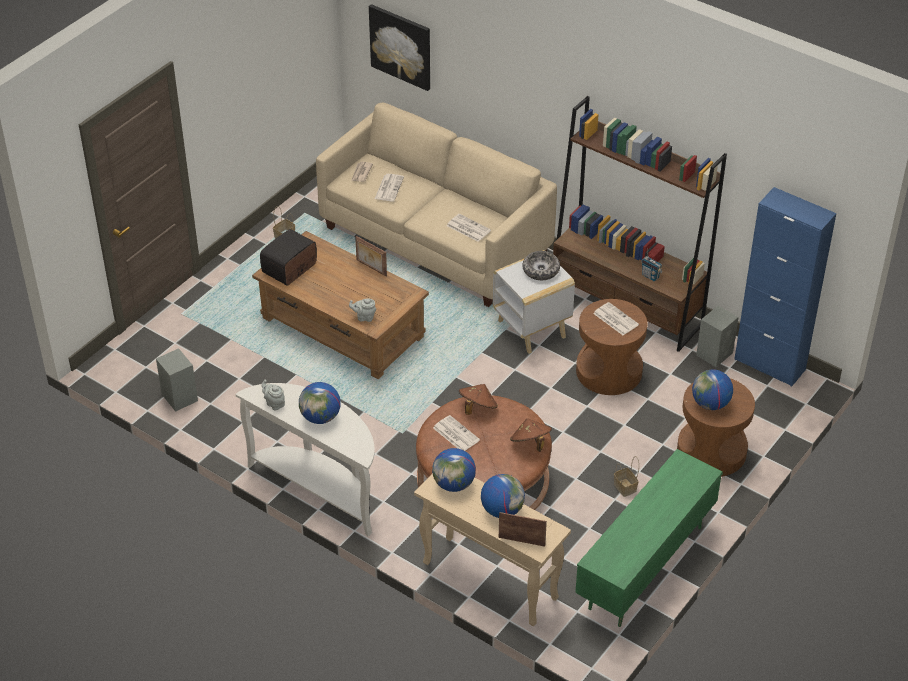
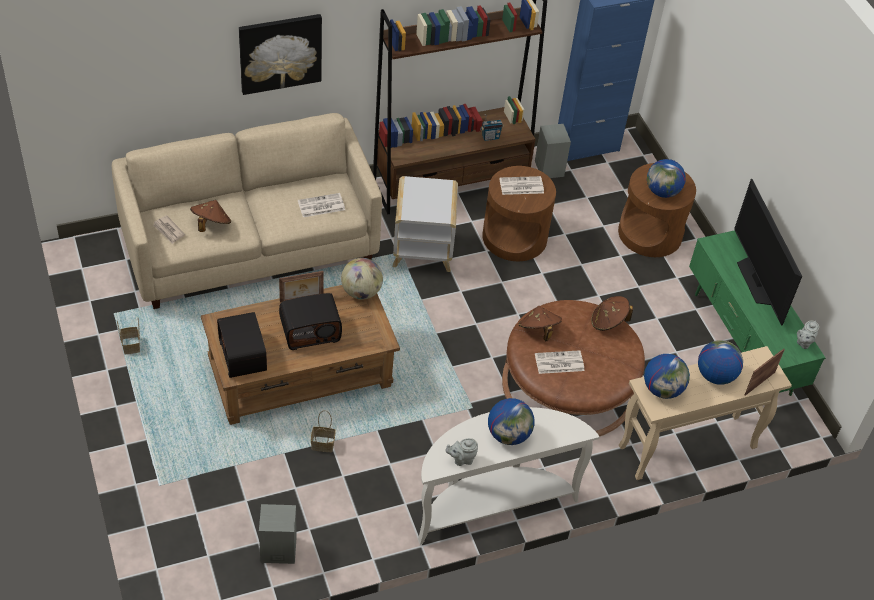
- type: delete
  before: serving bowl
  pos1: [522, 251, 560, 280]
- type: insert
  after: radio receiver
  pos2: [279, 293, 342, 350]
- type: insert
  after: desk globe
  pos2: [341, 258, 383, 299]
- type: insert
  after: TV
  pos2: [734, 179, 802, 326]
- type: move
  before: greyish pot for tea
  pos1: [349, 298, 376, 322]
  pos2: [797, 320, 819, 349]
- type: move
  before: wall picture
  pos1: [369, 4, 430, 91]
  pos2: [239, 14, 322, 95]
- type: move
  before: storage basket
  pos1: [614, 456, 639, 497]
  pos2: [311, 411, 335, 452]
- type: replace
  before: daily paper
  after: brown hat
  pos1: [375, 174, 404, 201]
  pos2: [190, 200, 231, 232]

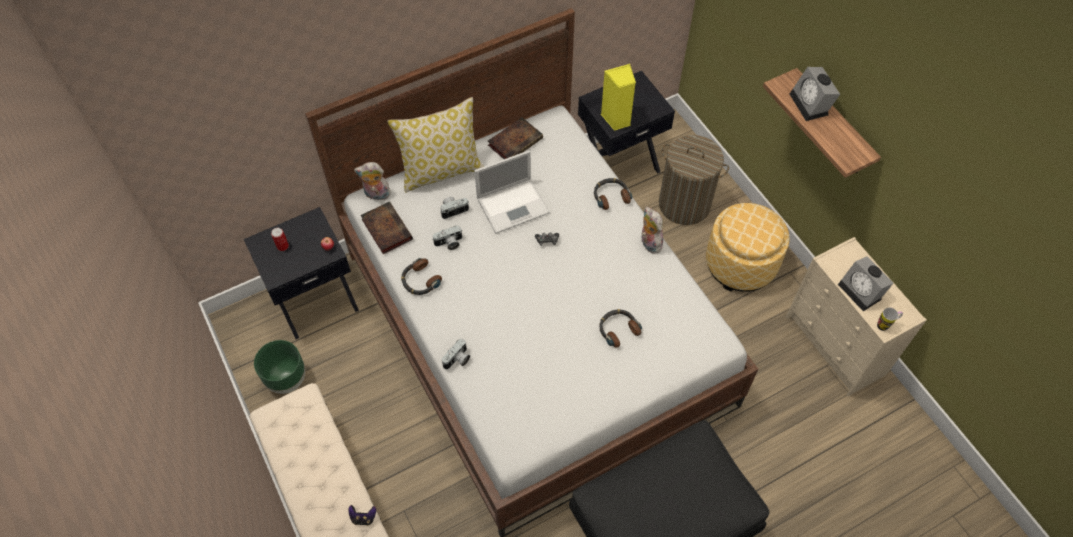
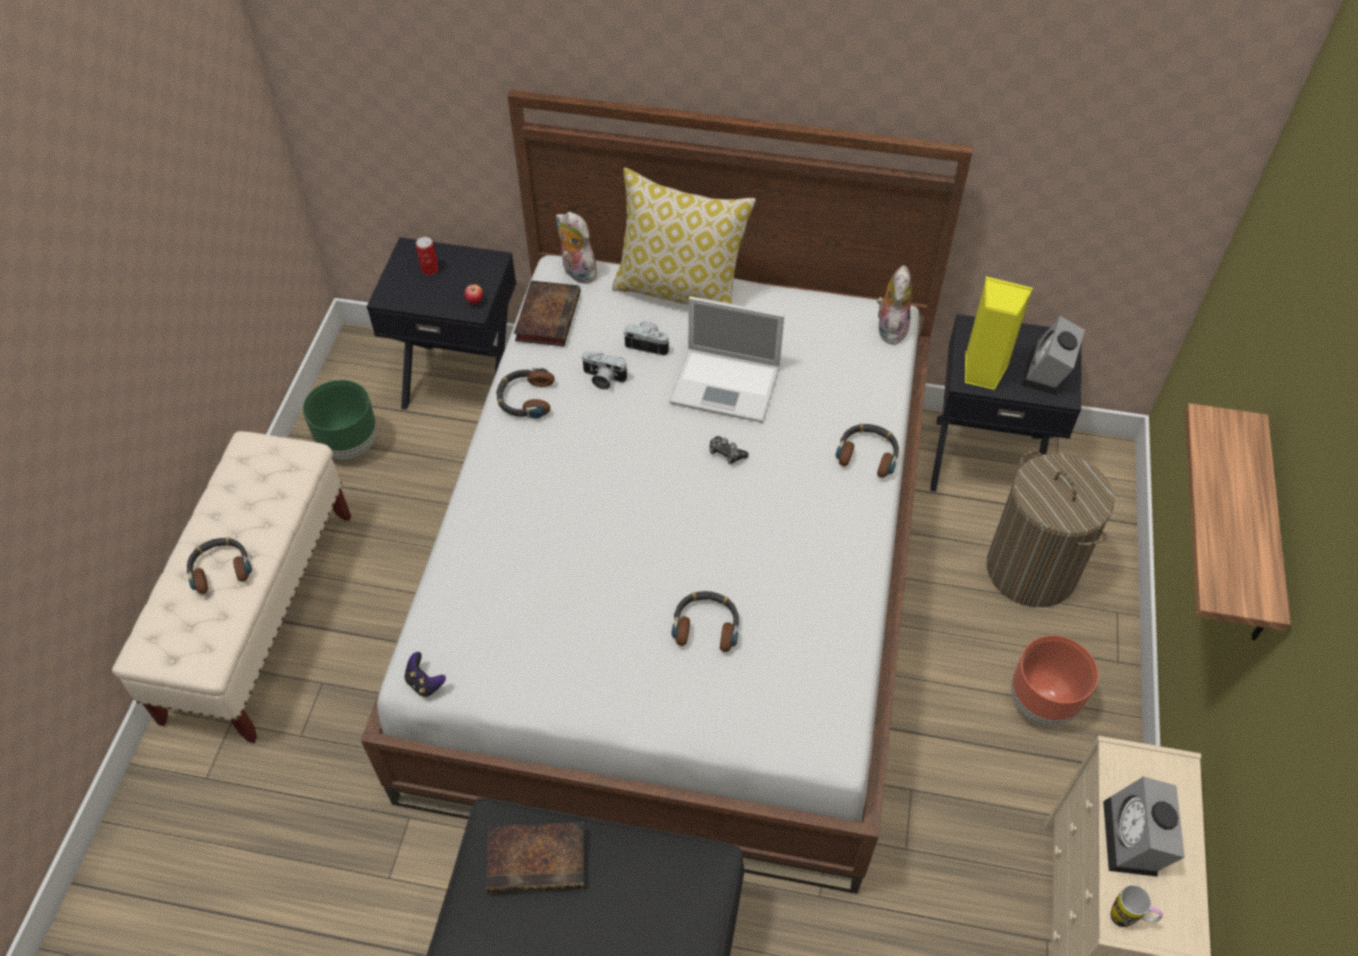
- type: delete
  before: still camera
  pos1: [442, 339, 470, 369]
- type: insert
  after: headphones
  pos2: [187, 537, 252, 594]
- type: move
  before: joypad
  pos1: [348, 505, 376, 526]
  pos2: [405, 652, 446, 697]
- type: move
  before: volume
  pos1: [488, 117, 543, 159]
  pos2: [486, 822, 584, 893]
- type: move
  before: soft toy
  pos1: [642, 207, 663, 253]
  pos2: [877, 265, 912, 345]
- type: move
  before: table clock
  pos1: [790, 67, 840, 121]
  pos2: [1021, 316, 1085, 396]
- type: replace
  before: footrest
  after: brown flower pot
  pos1: [706, 203, 790, 292]
  pos2: [1011, 635, 1098, 726]

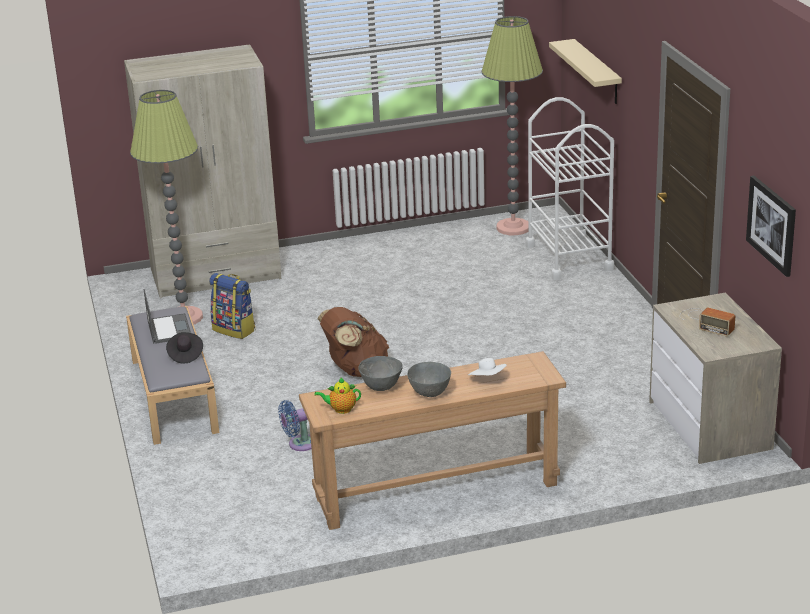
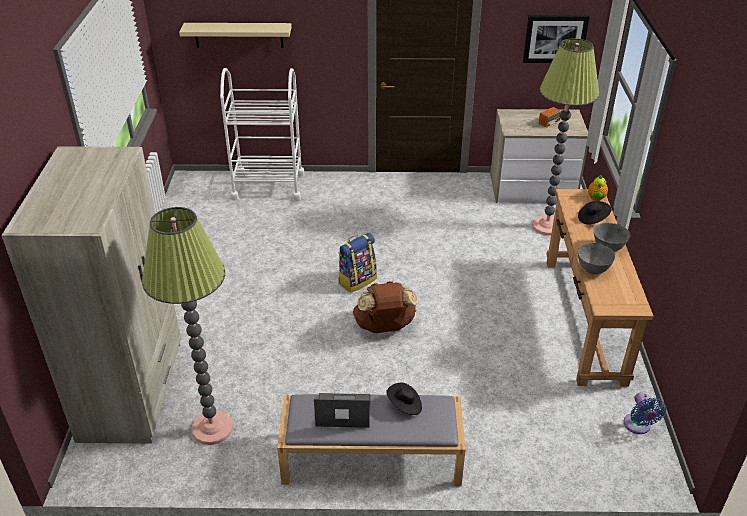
- type: move
  before: knapsack
  pos1: [209, 273, 255, 339]
  pos2: [338, 233, 376, 293]
- type: move
  before: blue-coloured electric fan
  pos1: [278, 400, 312, 451]
  pos2: [624, 392, 667, 434]
- type: move
  before: pot for tea
  pos1: [315, 377, 361, 414]
  pos2: [588, 175, 608, 201]
- type: move
  before: floor lamp
  pos1: [482, 16, 543, 235]
  pos2: [532, 38, 599, 236]
- type: recolor
  before: whitish hat
  after: black-coloured hat
  pos1: [468, 358, 507, 375]
  pos2: [578, 201, 612, 224]

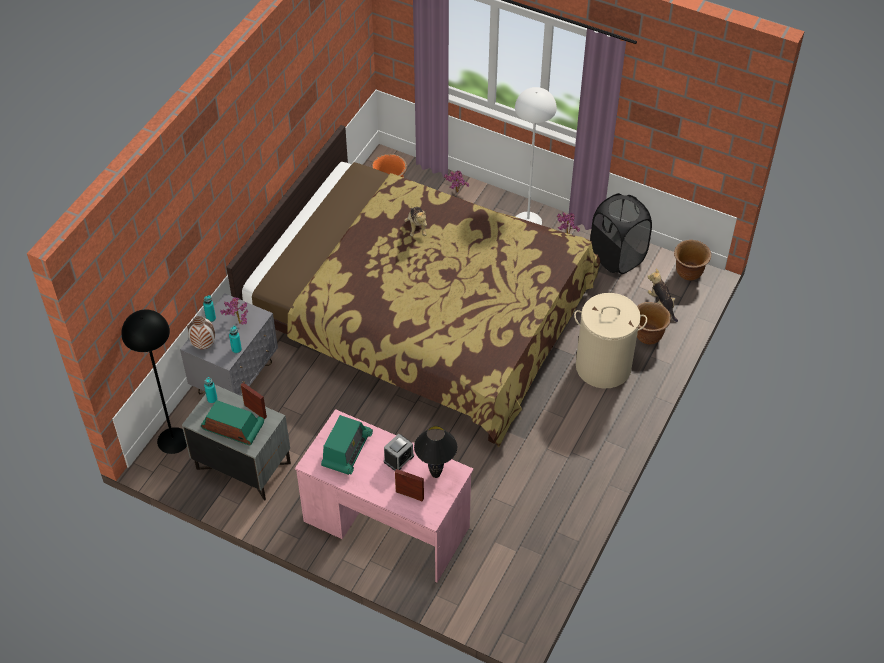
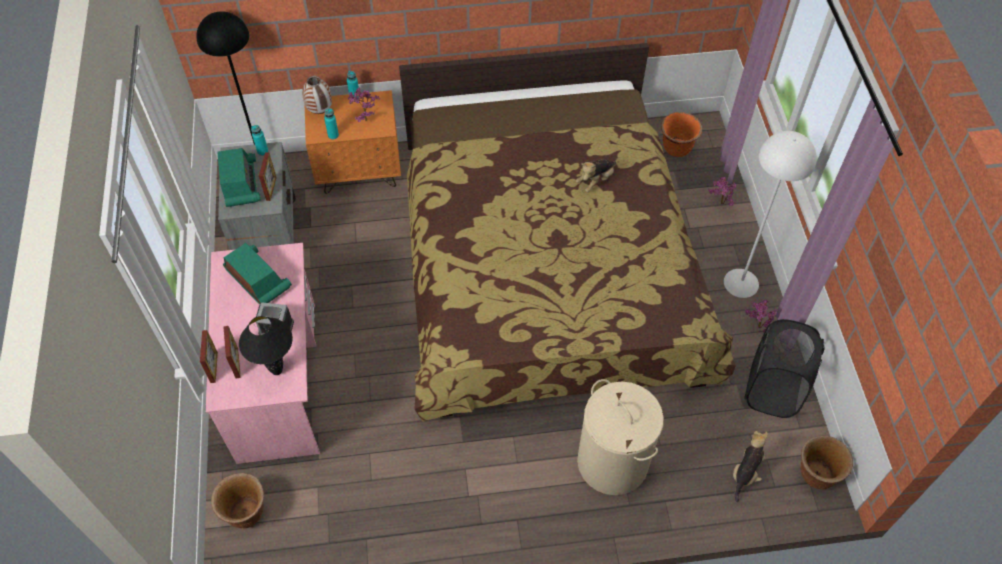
- type: insert
  after: picture frame
  pos2: [200, 330, 218, 383]
- type: move
  before: brown flower pot
  pos1: [637, 302, 671, 345]
  pos2: [211, 473, 264, 529]
- type: recolor
  before: greyish night table
  after: orange night table
  pos1: [180, 293, 278, 396]
  pos2: [305, 90, 401, 194]
- type: rotate
  before: radio receiver
  pos1: [321, 415, 373, 475]
  pos2: [223, 243, 292, 305]
  turn: -120

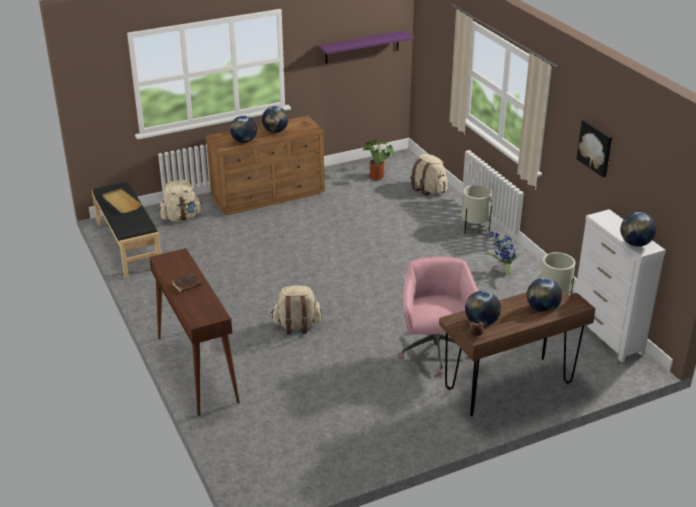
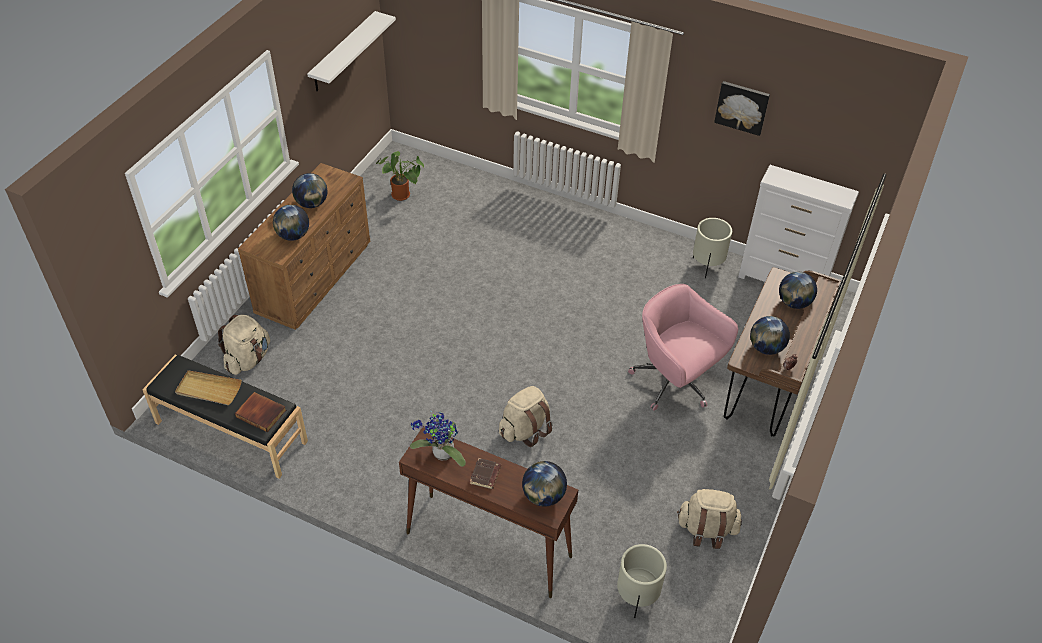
- type: insert
  after: volume
  pos2: [235, 392, 286, 432]
- type: move
  before: beige knapsack
  pos1: [411, 154, 448, 195]
  pos2: [677, 489, 742, 549]
- type: move
  before: beige flower pot
  pos1: [462, 185, 492, 234]
  pos2: [617, 544, 667, 618]
- type: move
  before: potted plant
  pos1: [484, 232, 520, 275]
  pos2: [410, 411, 466, 467]
- type: move
  before: desk globe
  pos1: [621, 212, 656, 247]
  pos2: [522, 461, 567, 507]
- type: recolor
  before: purple-coloured wall shelf
  after: whitish wall shelf
  pos1: [318, 30, 414, 64]
  pos2: [307, 11, 396, 91]

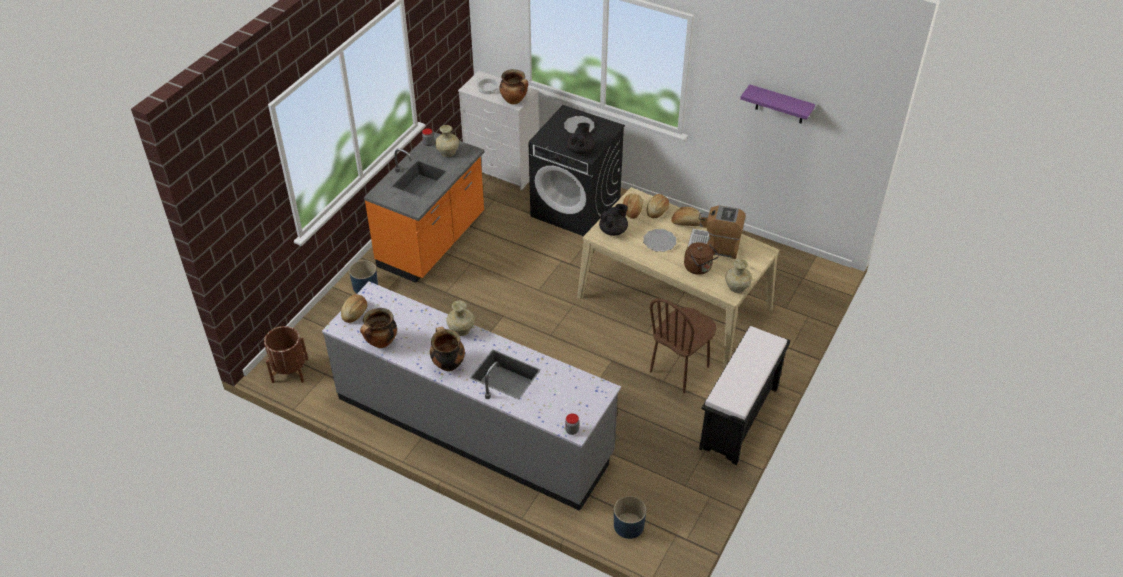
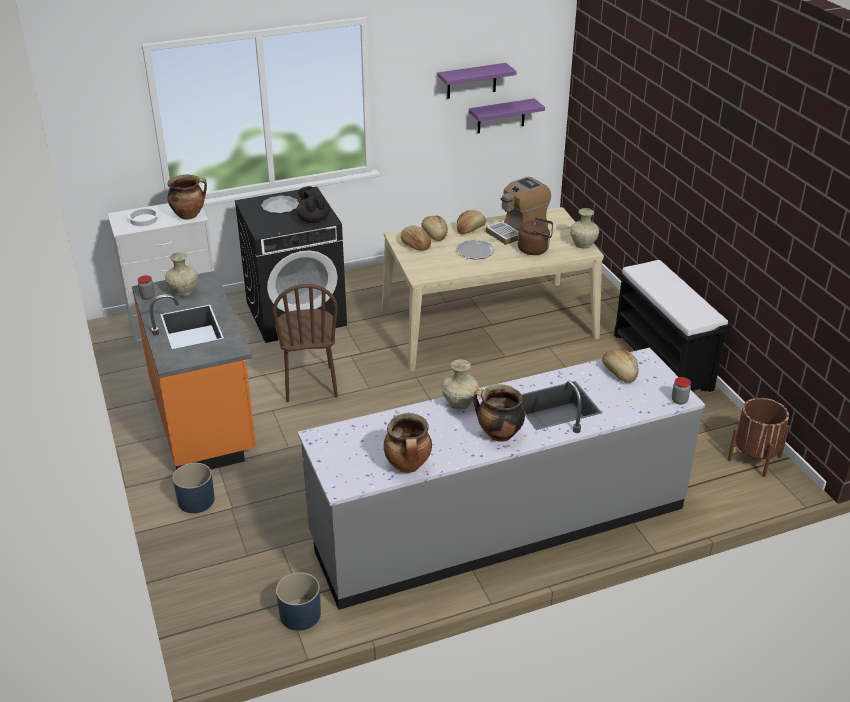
- type: delete
  before: black-coloured pot for tea
  pos1: [599, 204, 628, 236]
- type: insert
  after: purple-coloured wall shelf
  pos2: [469, 98, 545, 133]
- type: move
  before: brown flower pot
  pos1: [264, 326, 308, 383]
  pos2: [727, 398, 790, 477]
- type: move
  before: baked bread
  pos1: [341, 294, 367, 323]
  pos2: [602, 349, 639, 383]
- type: move
  before: blue-coloured flower pot
  pos1: [614, 496, 646, 539]
  pos2: [276, 572, 321, 631]
- type: move
  before: brown upright chair
  pos1: [650, 298, 716, 393]
  pos2: [273, 284, 338, 402]

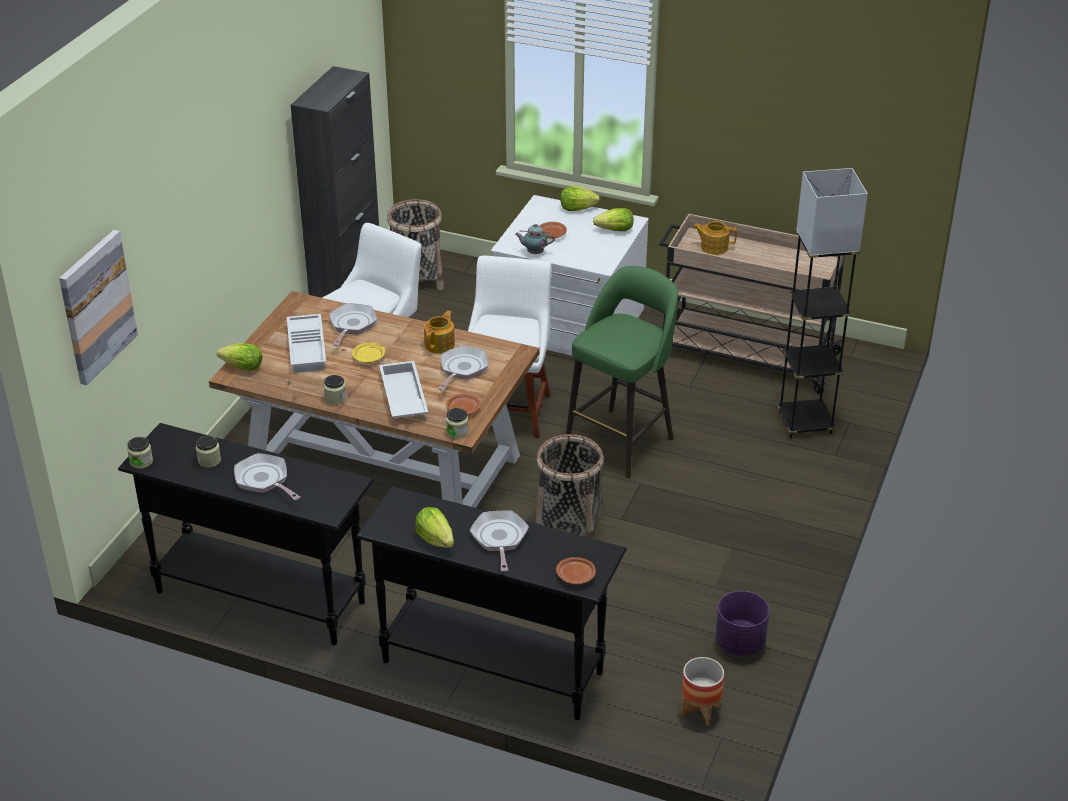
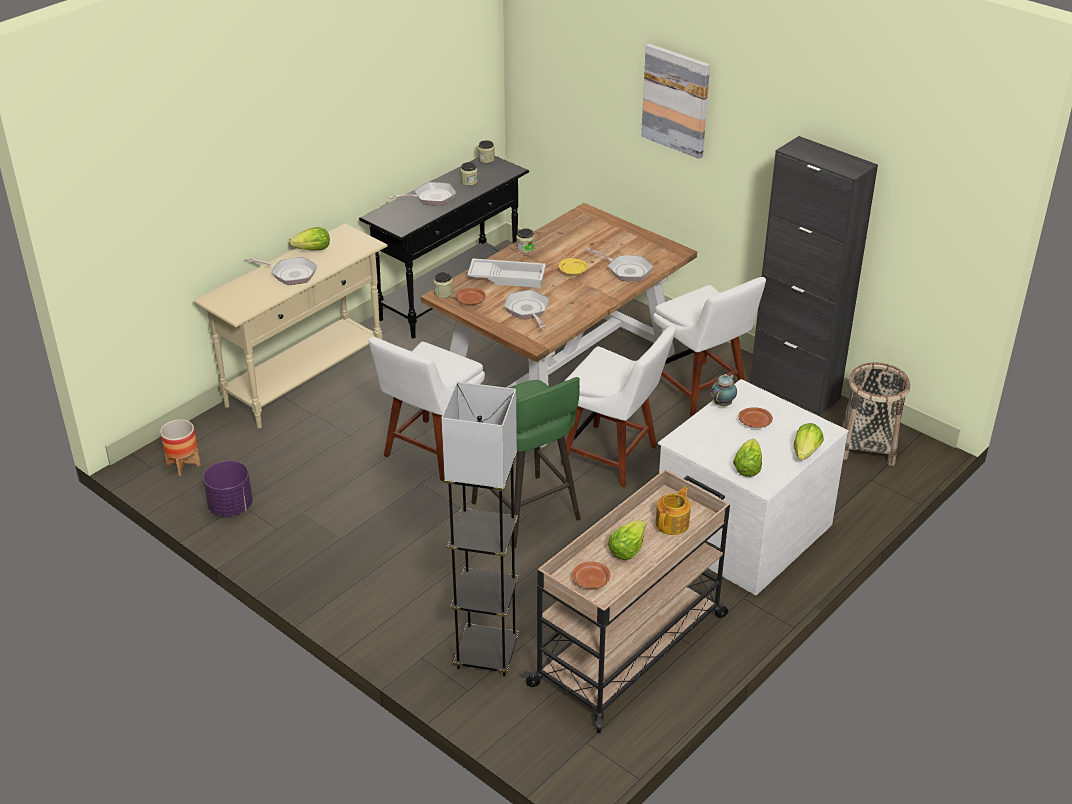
- type: delete
  before: whitish serving tray
  pos1: [287, 314, 326, 373]
- type: delete
  before: pot for tea
  pos1: [424, 311, 455, 353]
- type: move
  before: wall picture
  pos1: [59, 230, 138, 385]
  pos2: [641, 44, 710, 159]
- type: move
  before: head of lettuce
  pos1: [217, 343, 262, 371]
  pos2: [608, 520, 646, 560]
- type: move
  before: brown flat dish
  pos1: [556, 557, 596, 584]
  pos2: [572, 562, 610, 589]
- type: replace
  before: storage basket
  after: whitish upright chair
  pos1: [535, 434, 604, 539]
  pos2: [369, 337, 485, 482]
- type: recolor
  before: black-coloured console table
  after: beige console table
  pos1: [356, 486, 627, 720]
  pos2: [193, 223, 388, 428]
- type: rotate
  before: skillet
  pos1: [438, 345, 488, 391]
  pos2: [504, 290, 549, 329]
  turn: -150

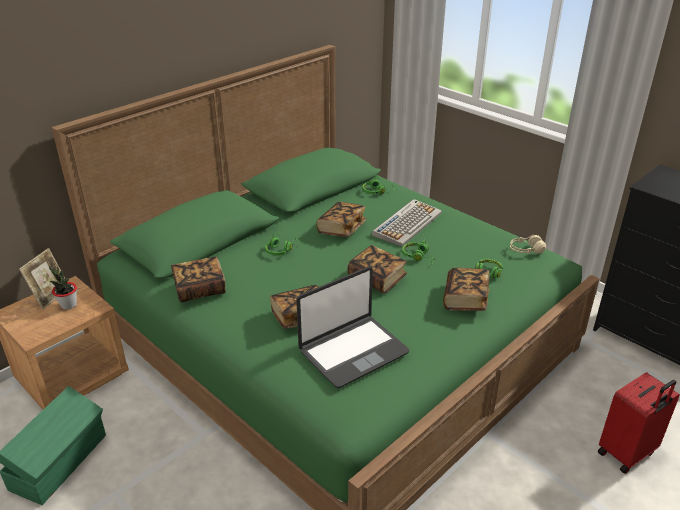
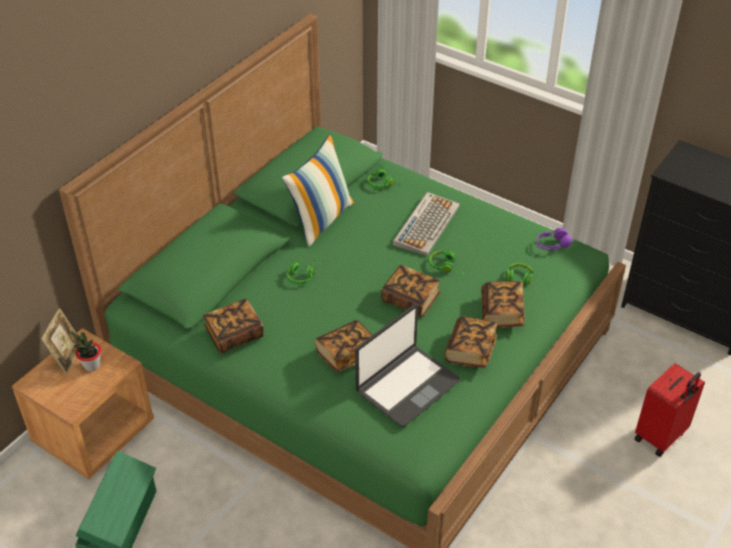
- type: insert
  after: throw pillow
  pos2: [282, 134, 354, 247]
- type: move
  before: volume
  pos1: [316, 202, 366, 237]
  pos2: [445, 316, 497, 368]
- type: recolor
  before: beige headphones
  after: purple-coloured headphones
  pos1: [510, 235, 546, 254]
  pos2: [536, 228, 573, 251]

